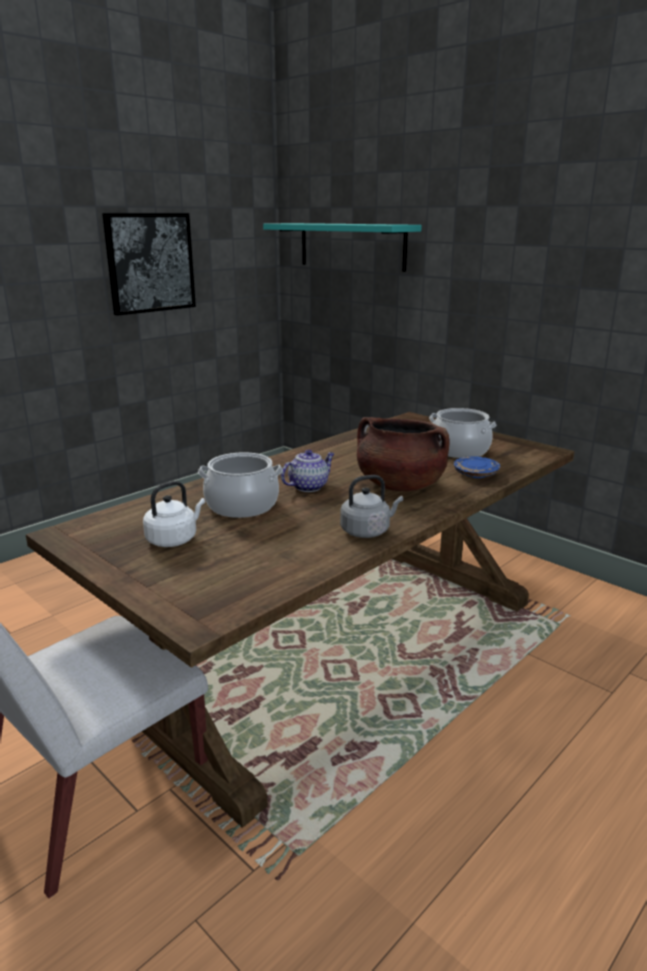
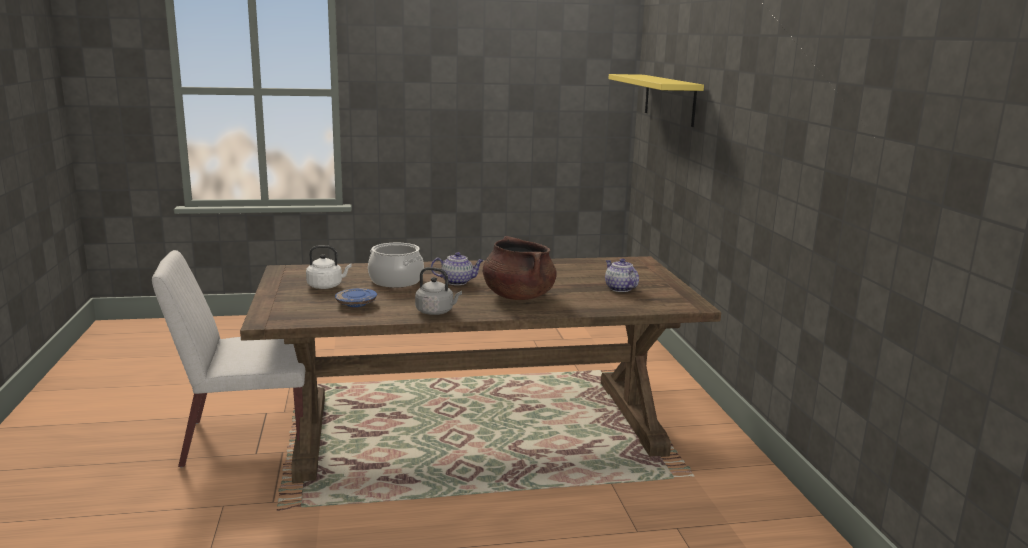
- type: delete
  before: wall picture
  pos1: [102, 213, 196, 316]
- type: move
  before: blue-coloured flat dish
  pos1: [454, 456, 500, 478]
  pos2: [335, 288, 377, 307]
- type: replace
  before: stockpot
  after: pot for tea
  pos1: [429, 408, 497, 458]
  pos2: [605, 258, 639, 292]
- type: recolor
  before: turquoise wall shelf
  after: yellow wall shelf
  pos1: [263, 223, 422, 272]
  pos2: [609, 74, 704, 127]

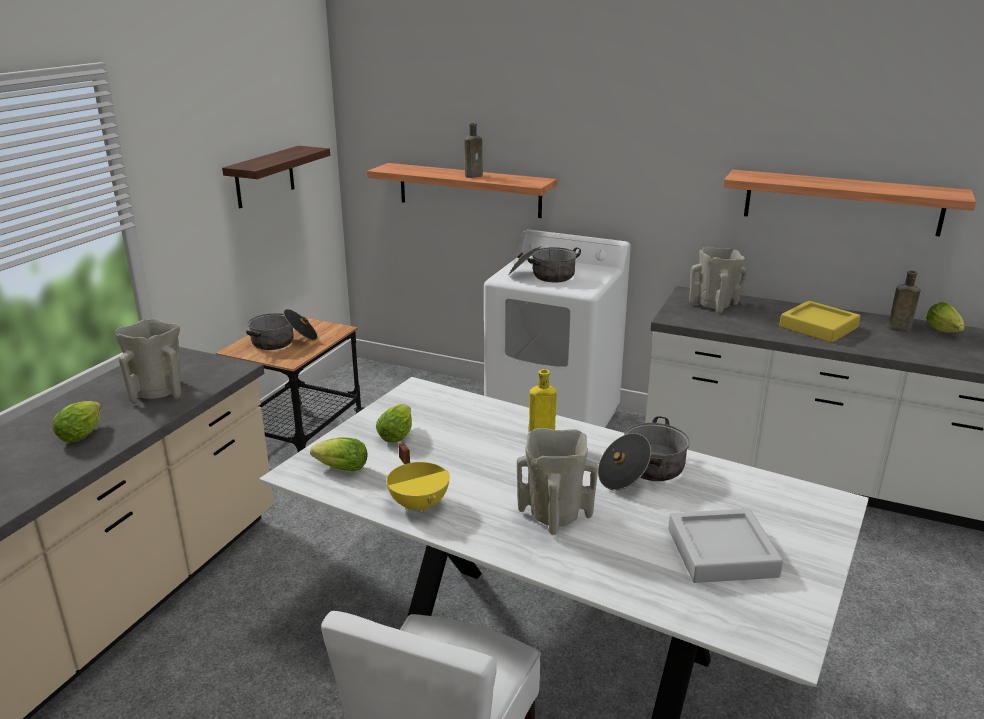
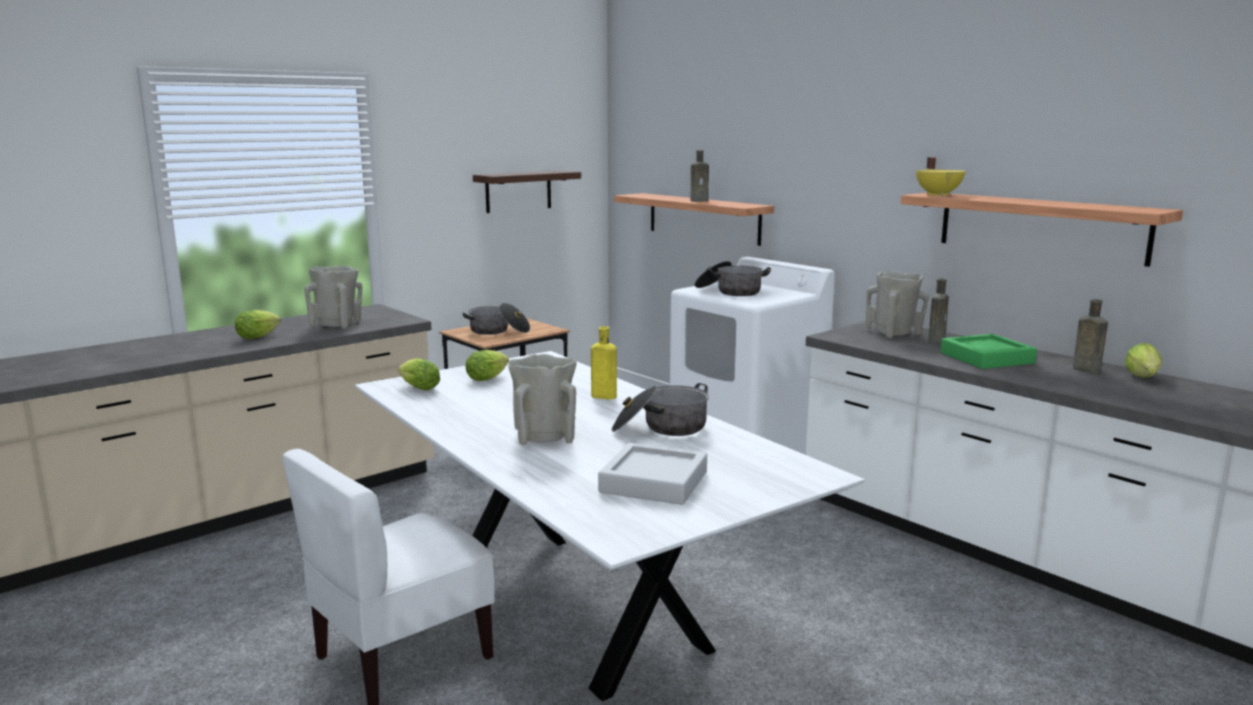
- type: insert
  after: brown beverage bottle
  pos2: [928, 278, 949, 344]
- type: move
  before: yellow stockpot
  pos1: [386, 443, 450, 513]
  pos2: [916, 157, 966, 196]
- type: recolor
  before: yellow serving tray
  after: greenish serving tray
  pos1: [779, 301, 861, 343]
  pos2: [941, 334, 1037, 369]

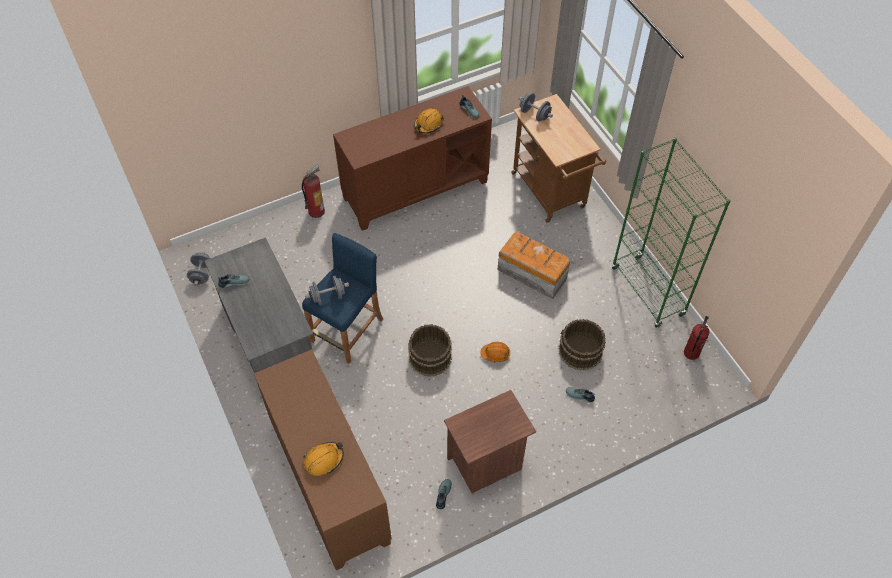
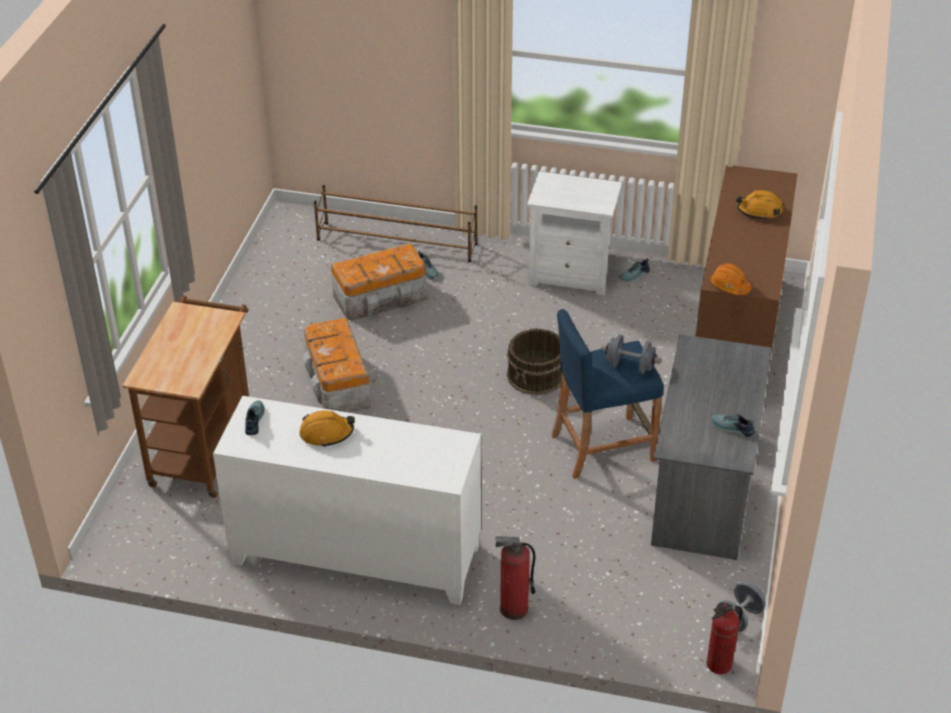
- type: delete
  before: greyish hand weight
  pos1: [519, 92, 553, 122]
- type: delete
  before: greenish bookshelf
  pos1: [612, 138, 730, 328]
- type: insert
  after: brown shoe rack
  pos2: [314, 185, 478, 262]
- type: move
  before: orange work helmet
  pos1: [480, 342, 510, 362]
  pos2: [710, 263, 752, 295]
- type: move
  before: fire extinguisher
  pos1: [684, 316, 709, 360]
  pos2: [707, 604, 743, 674]
- type: replace
  before: brown water bucket
  after: storage box
  pos1: [558, 319, 606, 370]
  pos2: [331, 243, 427, 321]
- type: recolor
  before: brown cabinet
  after: whitish cabinet
  pos1: [333, 86, 492, 231]
  pos2: [213, 396, 481, 605]
- type: recolor
  before: brown night table
  after: whitish night table
  pos1: [444, 390, 536, 493]
  pos2: [527, 171, 622, 295]

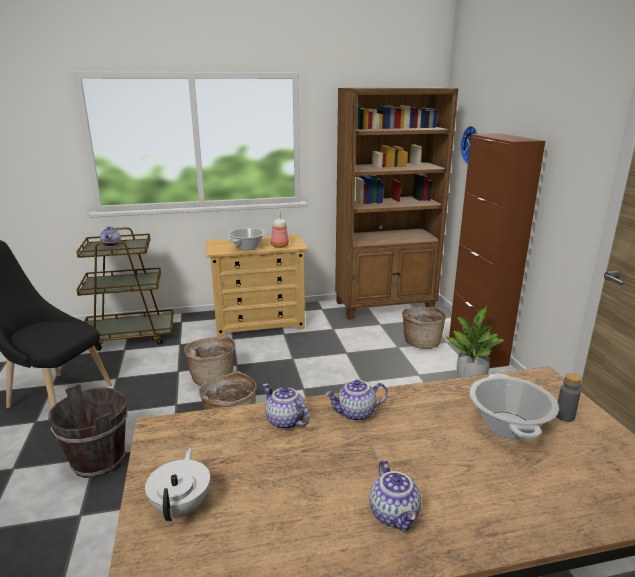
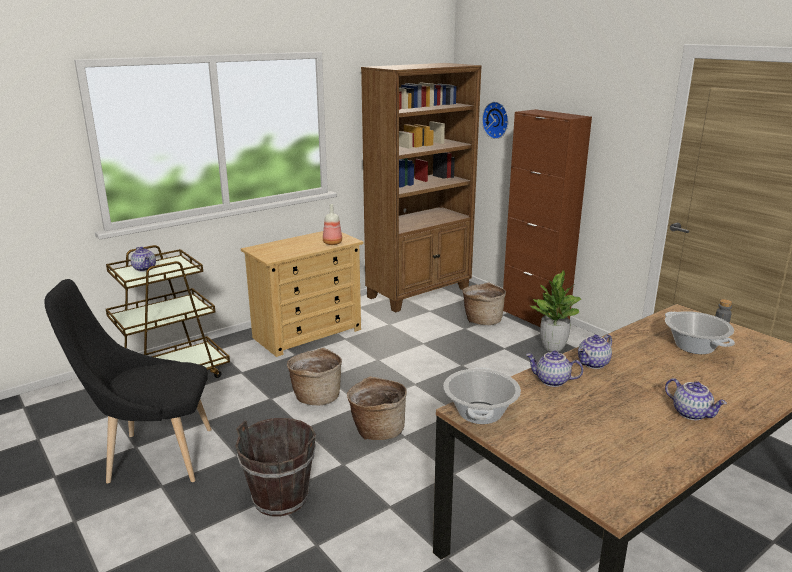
- type: delete
  before: whitish pot for tea
  pos1: [145, 448, 210, 521]
- type: move
  before: stockpot
  pos1: [227, 228, 266, 250]
  pos2: [443, 367, 521, 424]

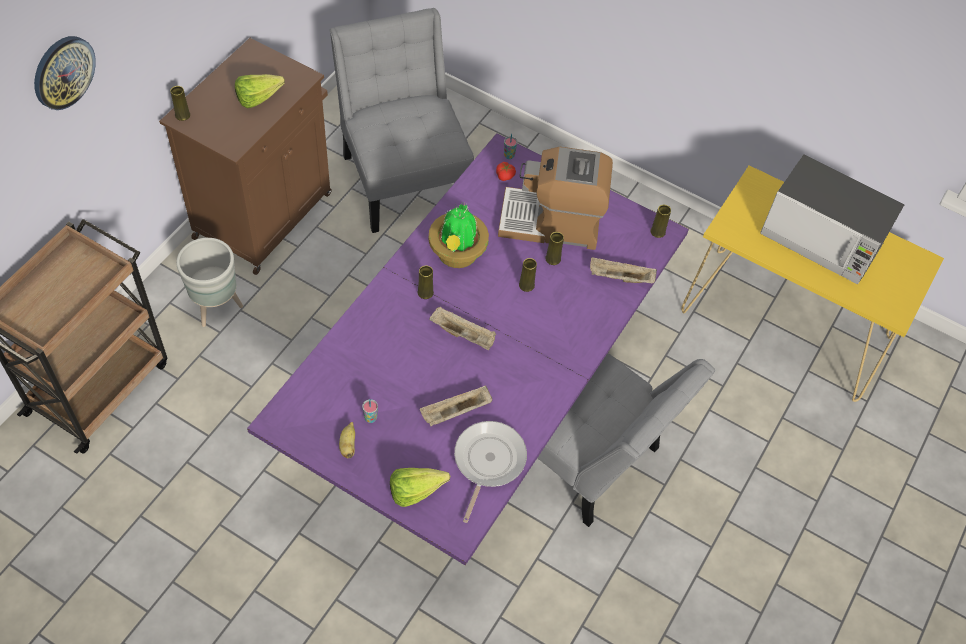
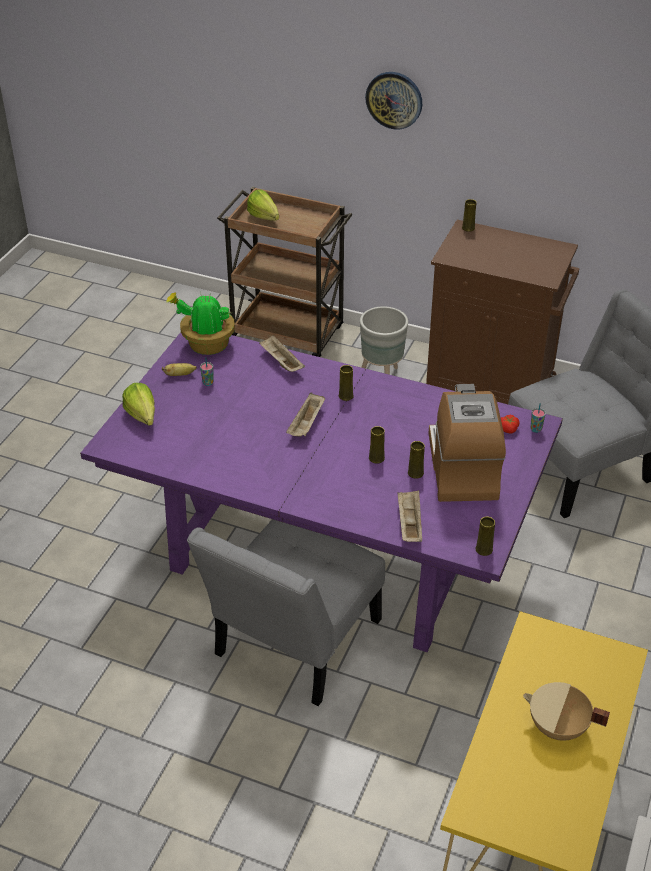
- type: delete
  before: skillet
  pos1: [454, 421, 527, 523]
- type: move
  before: head of lettuce
  pos1: [235, 74, 285, 109]
  pos2: [247, 190, 279, 221]
- type: move
  before: beige serving tray
  pos1: [420, 386, 492, 426]
  pos2: [259, 335, 305, 372]
- type: move
  before: potted plant
  pos1: [428, 203, 489, 268]
  pos2: [166, 292, 235, 355]
- type: replace
  before: microwave oven
  after: beige stockpot
  pos1: [760, 154, 905, 284]
  pos2: [523, 682, 610, 741]

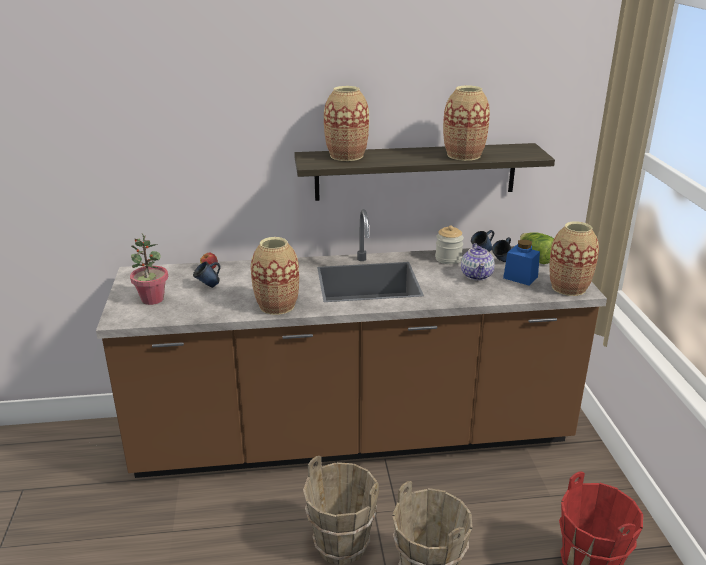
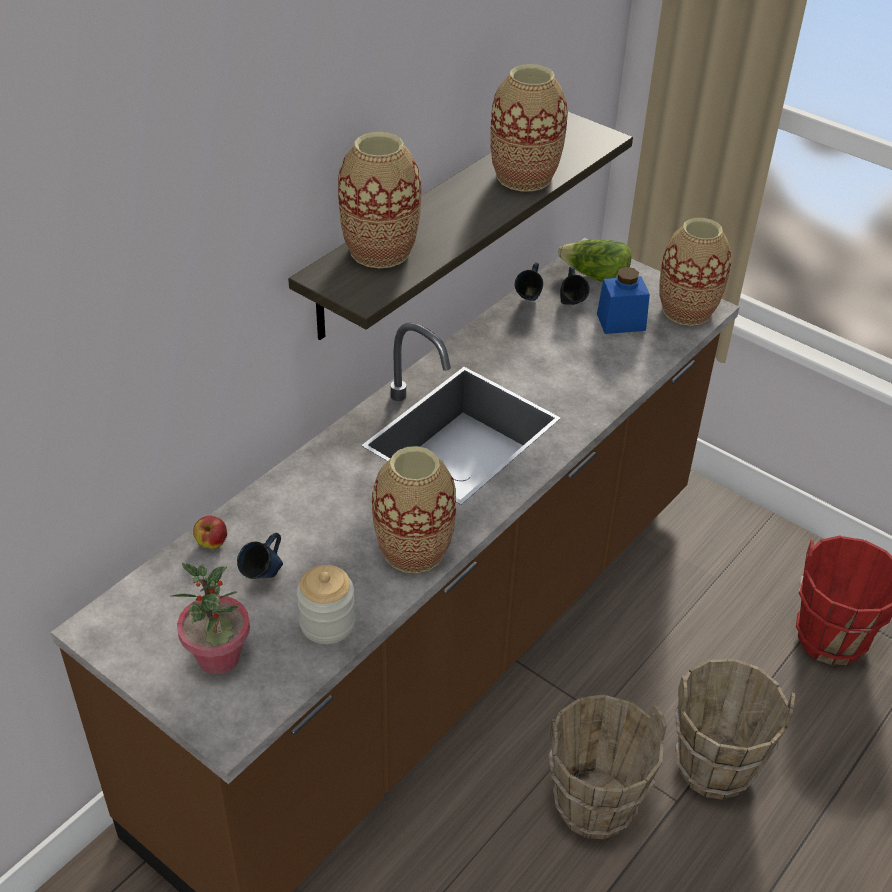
- type: delete
  before: pot for tea
  pos1: [461, 243, 495, 281]
- type: move
  before: preserve jar
  pos1: [435, 225, 464, 264]
  pos2: [297, 565, 355, 644]

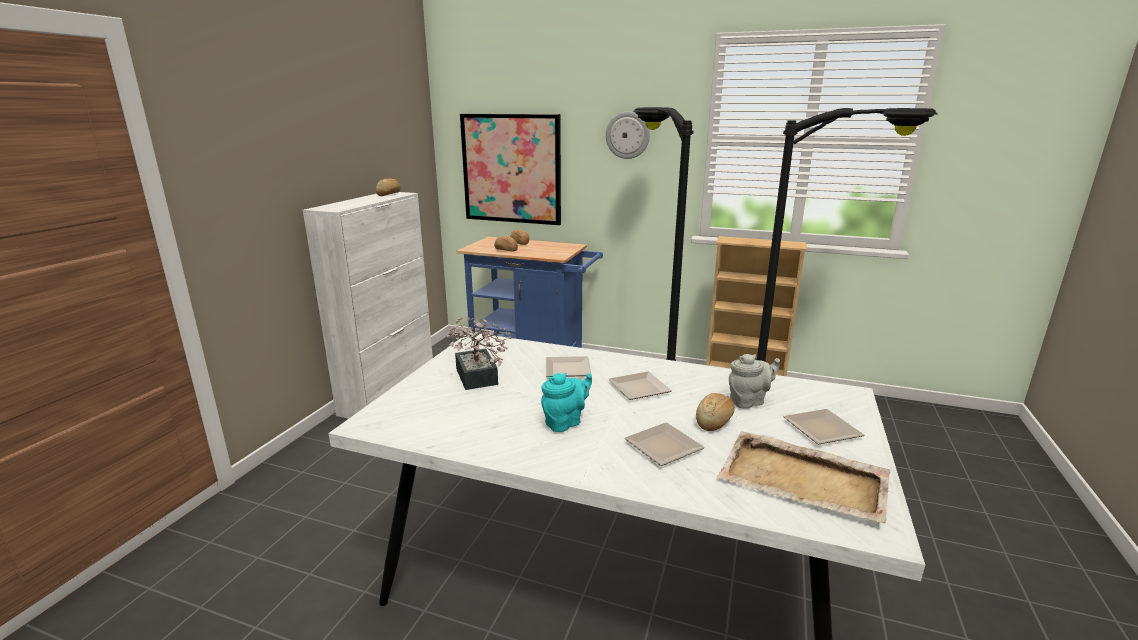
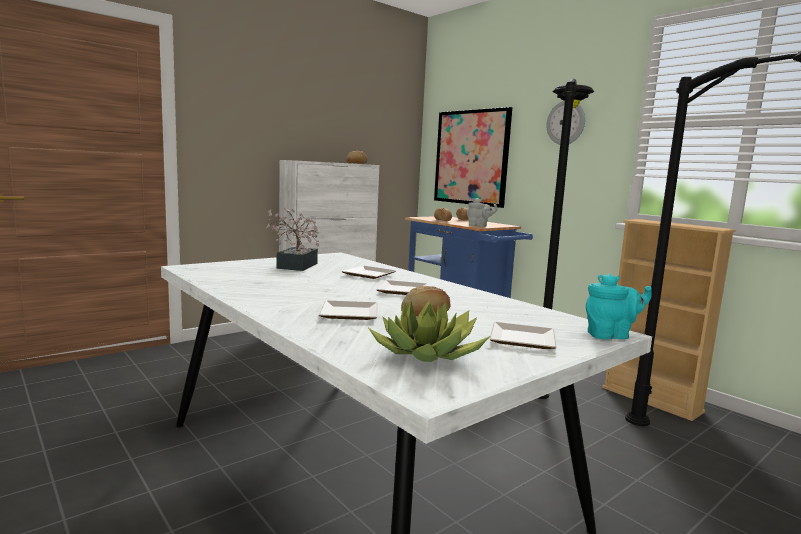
- type: move
  before: turquoise pot for tea
  pos1: [541, 373, 592, 432]
  pos2: [586, 274, 652, 340]
- type: move
  before: greyish pot for tea
  pos1: [729, 354, 780, 409]
  pos2: [467, 198, 498, 227]
- type: replace
  before: beige serving tray
  after: potted plant
  pos1: [717, 431, 890, 524]
  pos2: [369, 301, 490, 362]

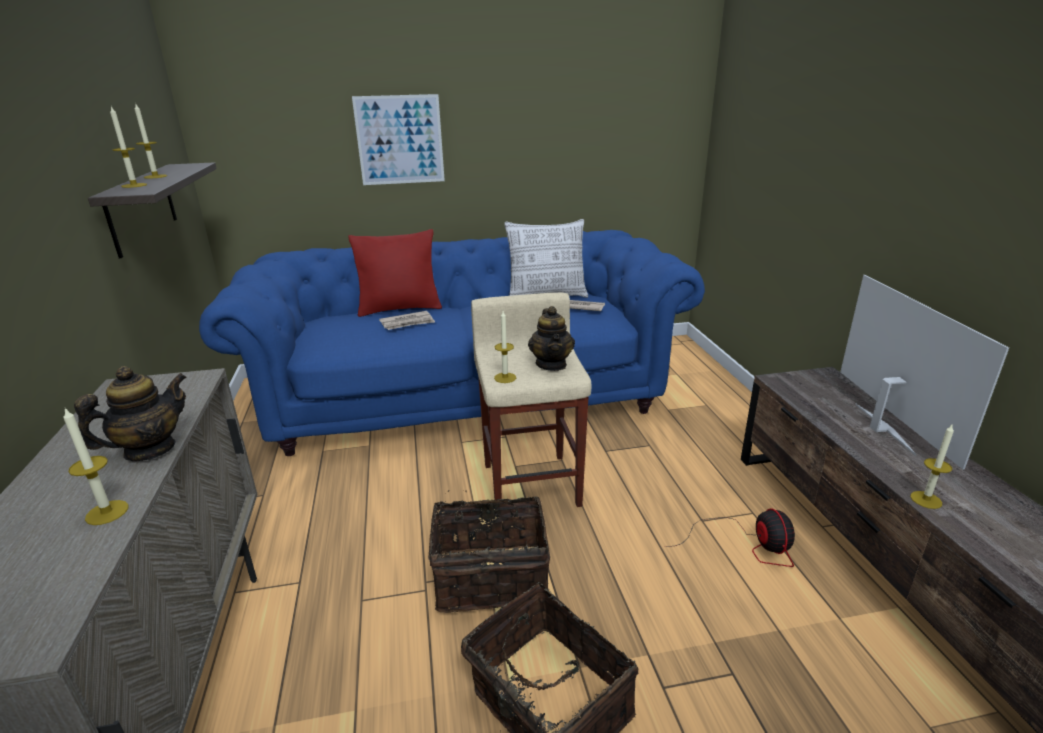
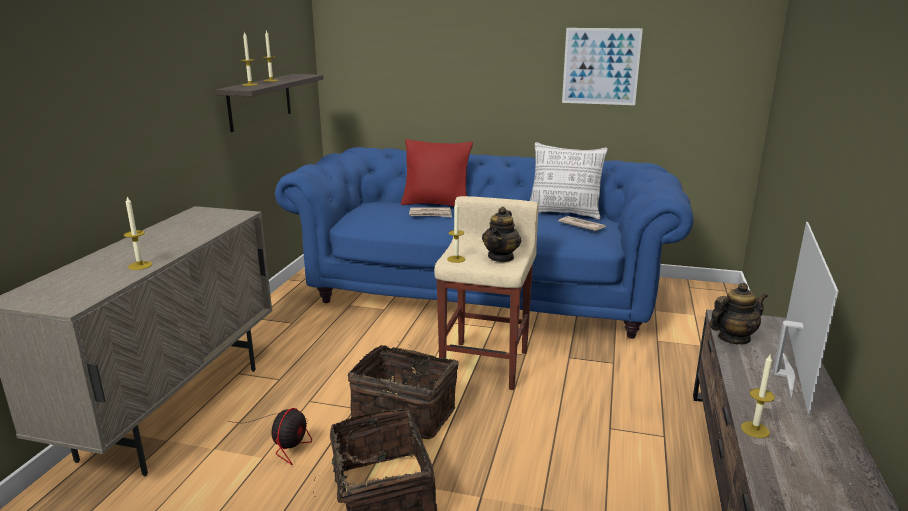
- type: move
  before: pot for tea
  pos1: [74, 366, 187, 461]
  pos2: [709, 282, 768, 344]
- type: move
  before: wall picture
  pos1: [352, 94, 445, 185]
  pos2: [562, 28, 643, 105]
- type: move
  before: electric fan
  pos1: [666, 508, 795, 567]
  pos2: [229, 408, 312, 465]

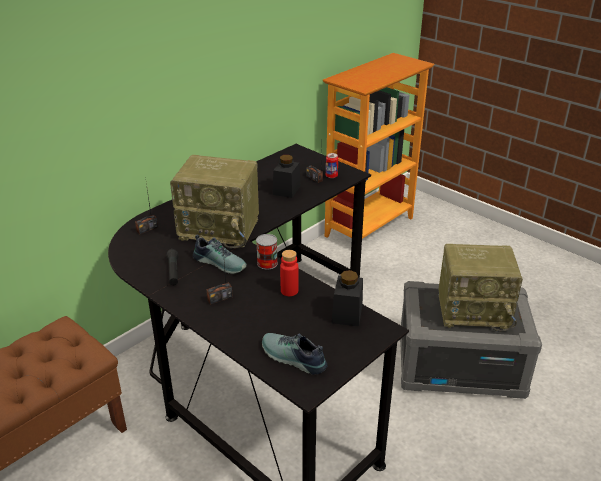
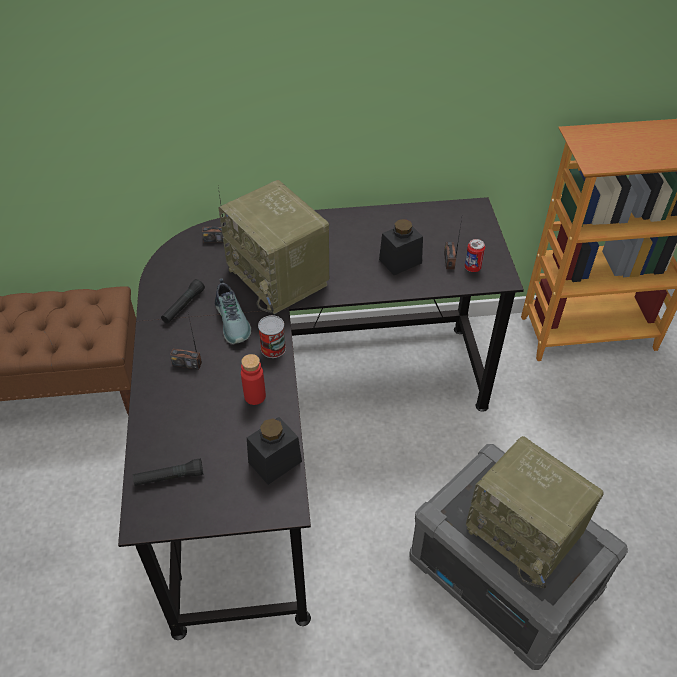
- type: replace
  before: low shoe
  after: black-coloured flashlight
  pos1: [262, 333, 328, 375]
  pos2: [133, 458, 203, 486]

